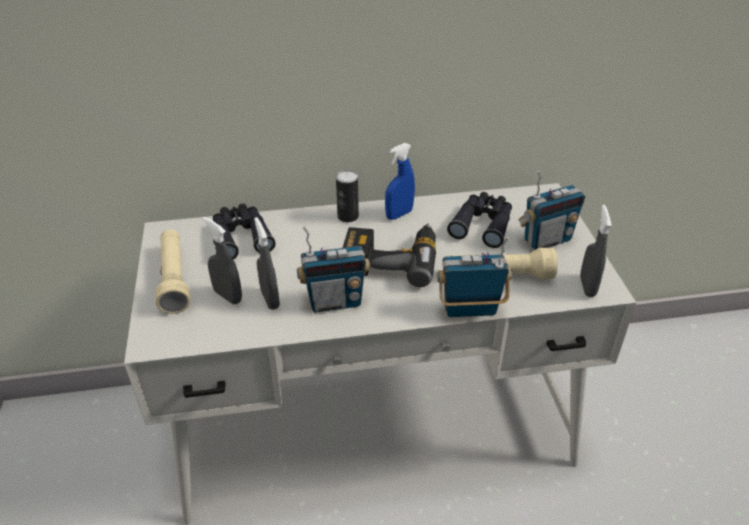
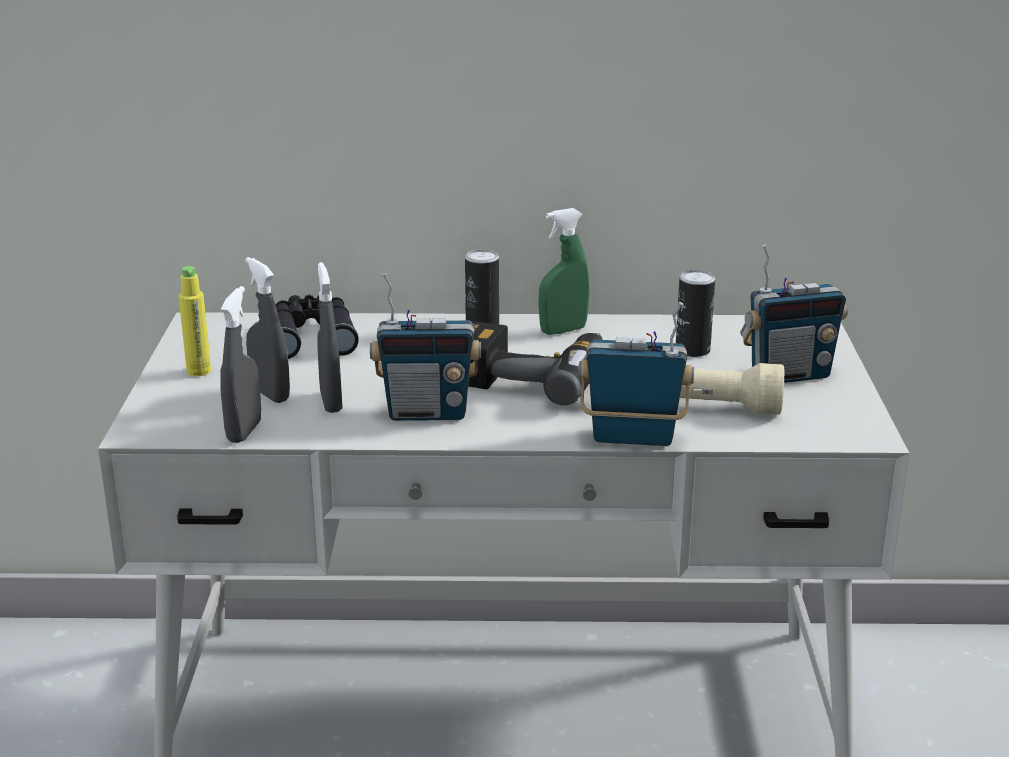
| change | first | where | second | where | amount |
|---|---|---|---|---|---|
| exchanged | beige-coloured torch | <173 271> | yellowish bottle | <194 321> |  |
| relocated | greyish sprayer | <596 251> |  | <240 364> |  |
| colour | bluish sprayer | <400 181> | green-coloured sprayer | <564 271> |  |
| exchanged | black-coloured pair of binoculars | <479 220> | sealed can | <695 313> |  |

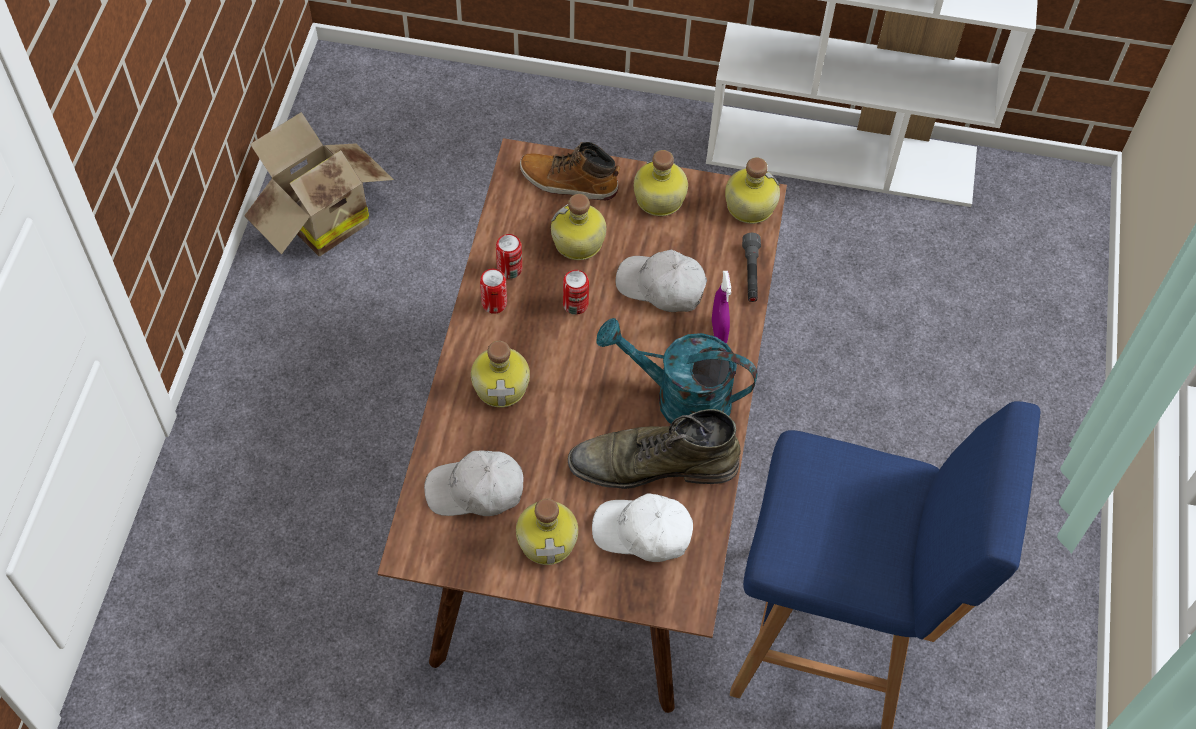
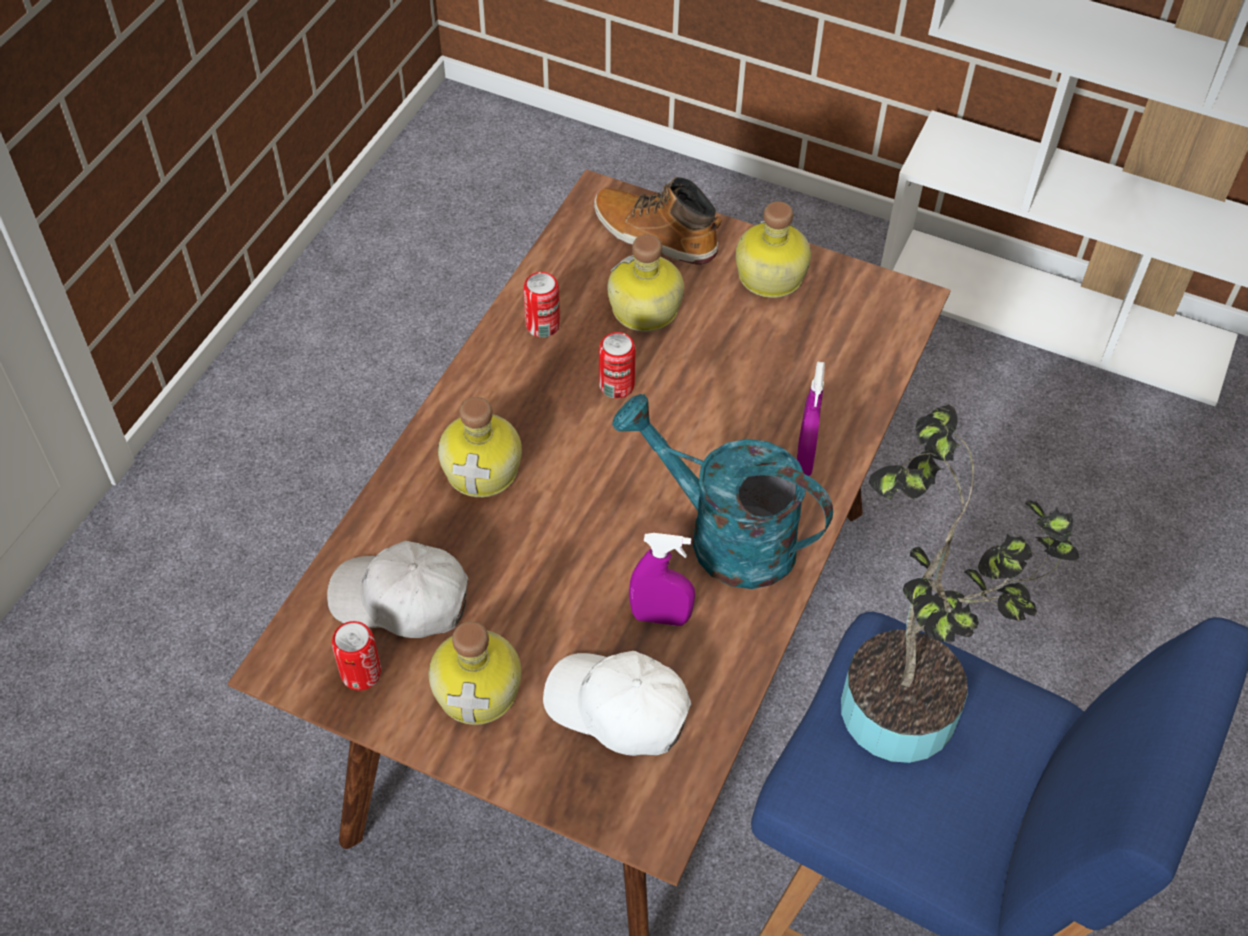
| change | first | where | second | where | amount |
|---|---|---|---|---|---|
| relocated | sealed can | <493 291> |  | <356 655> |  |
| exchanged | green-coloured tall boot | <654 449> | purplish sprayer | <662 579> |  |
| appeared |  |  | plant in a pot | <960 583> |  |
| missing | packing box | <319 184> |  |  |  |
| missing | white-coloured cap | <661 281> |  |  |  |
| missing | bottle | <752 191> |  |  |  |
| missing | greyish torch | <751 267> |  |  |  |

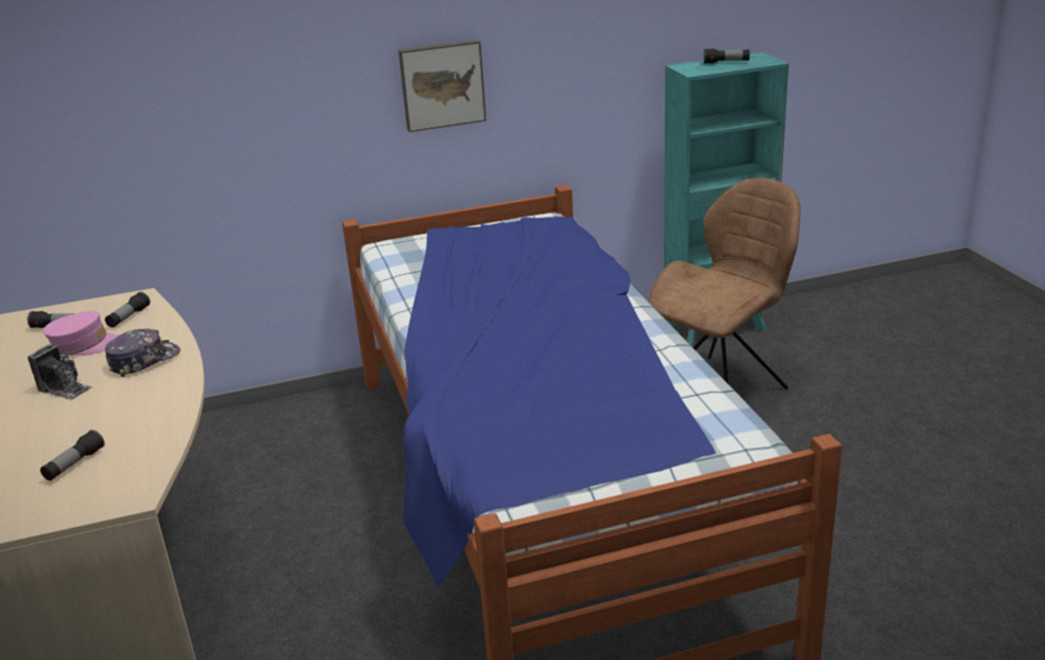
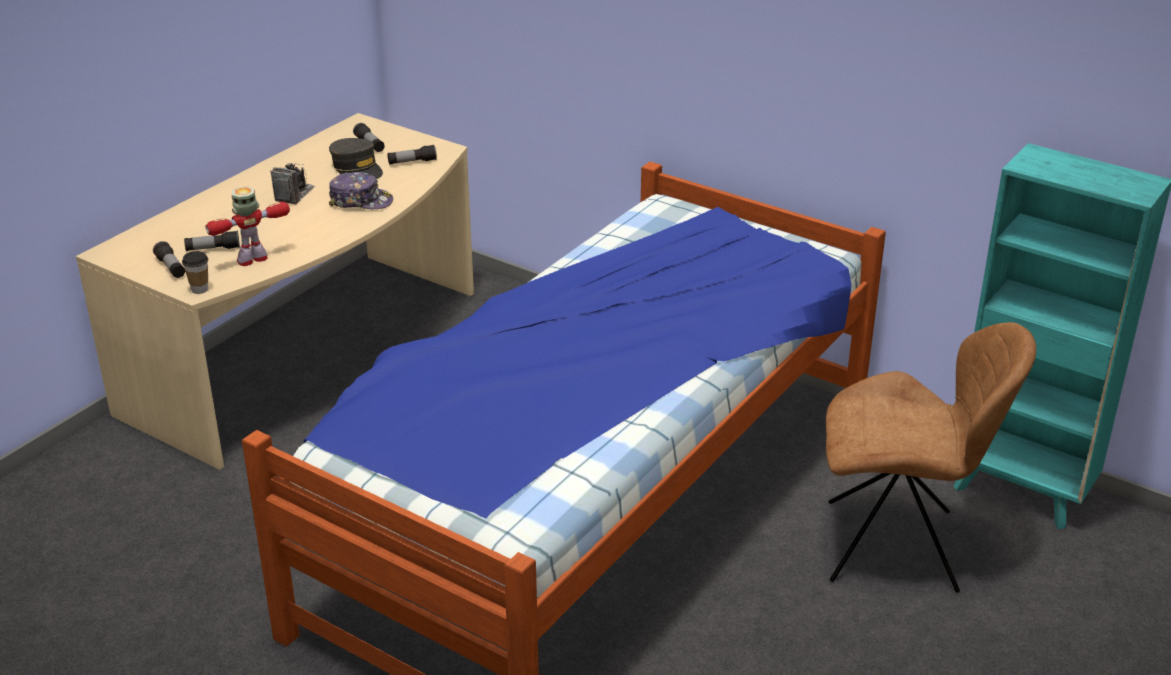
| change | first | where | second | where | amount |
|---|---|---|---|---|---|
| relocated | torch | <727 56> |  | <169 259> |  |
| appeared |  |  | small cup | <195 272> |  |
| appeared |  |  | robot figure | <248 226> |  |
| spun | still camera | <60 372> |  | <292 183> | 150 degrees counterclockwise |
| colour | pink cap | <81 333> | greyish cap | <356 158> |  |
| missing | wall picture | <442 85> |  |  |  |

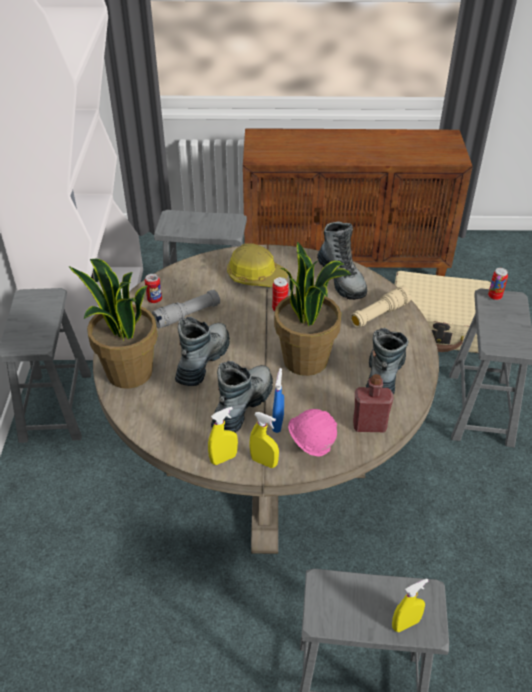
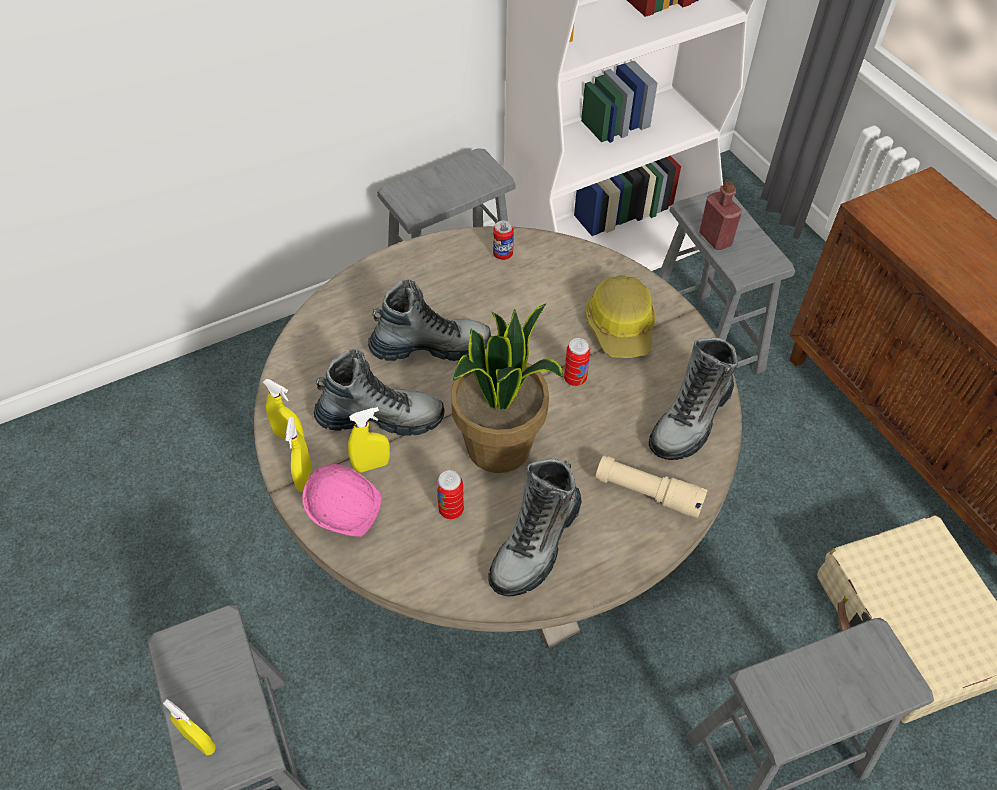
| change | first | where | second | where | amount |
|---|---|---|---|---|---|
| colour | bluish sprayer | <278 400> | yellowish sprayer | <369 440> |  |
| relocated | sealed can | <498 284> |  | <450 495> |  |
| spun | tall boot | <387 361> |  | <535 527> | 135 degrees clockwise |
| relocated | red bottle | <373 403> |  | <720 215> |  |
| missing | plant in a pot | <113 323> |  |  |  |
| missing | greyish torch | <186 309> |  |  |  |

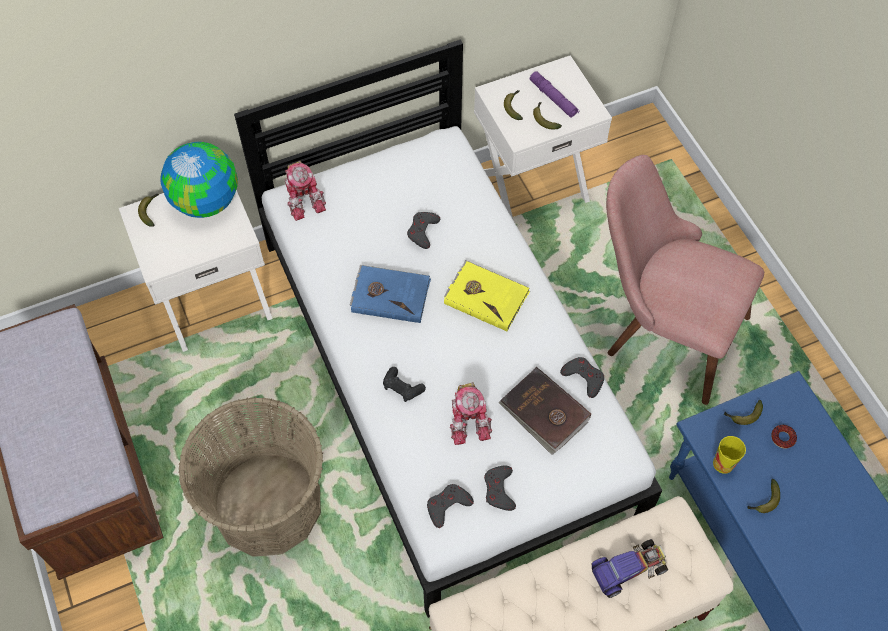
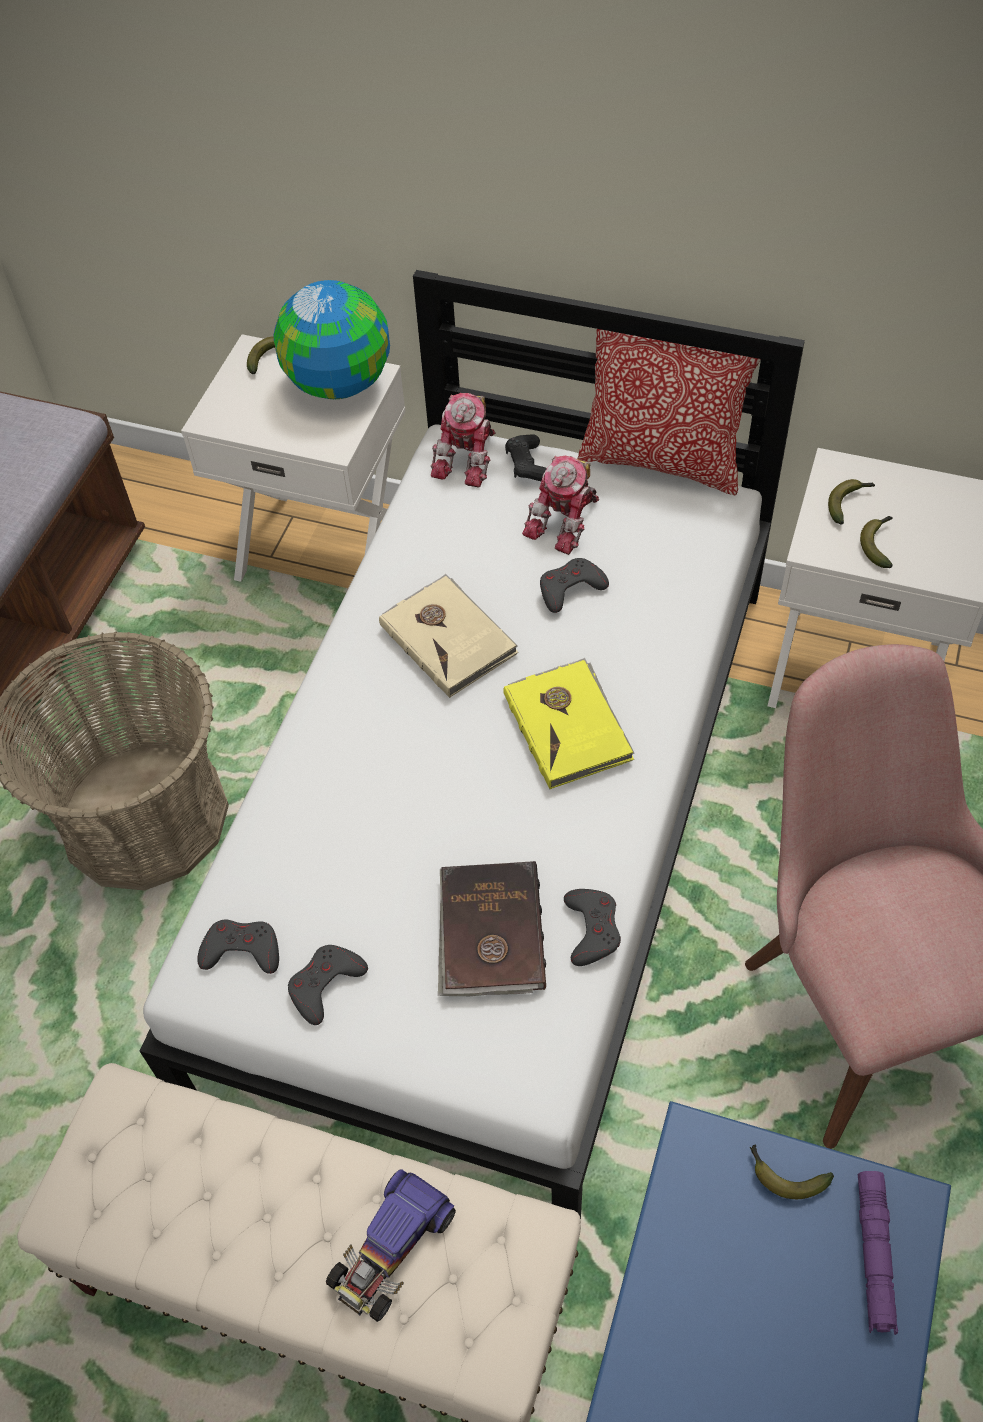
| change | first | where | second | where | amount |
|---|---|---|---|---|---|
| spun | miniature car | <630 568> |  | <391 1245> | 105 degrees clockwise |
| colour | bluish volume | <390 294> | beige-coloured volume | <449 636> |  |
| relocated | black-coloured joypad | <404 384> |  | <526 457> |  |
| relocated | robot figure | <471 413> |  | <560 505> |  |
| appeared |  |  | throw pillow | <669 412> |  |
| relocated | purplish torch | <554 94> |  | <878 1253> |  |
| missing | small cup | <729 455> |  |  |  |
| missing | banana | <763 496> |  |  |  |
| missing | donut | <784 436> |  |  |  |

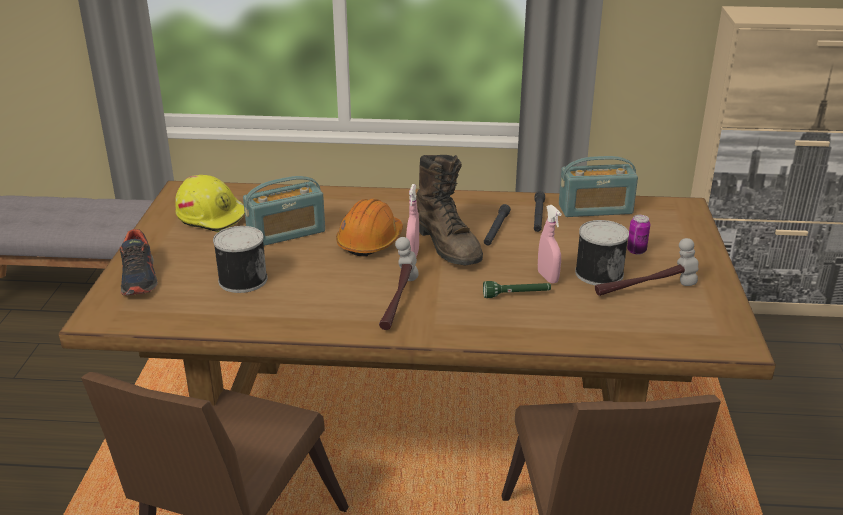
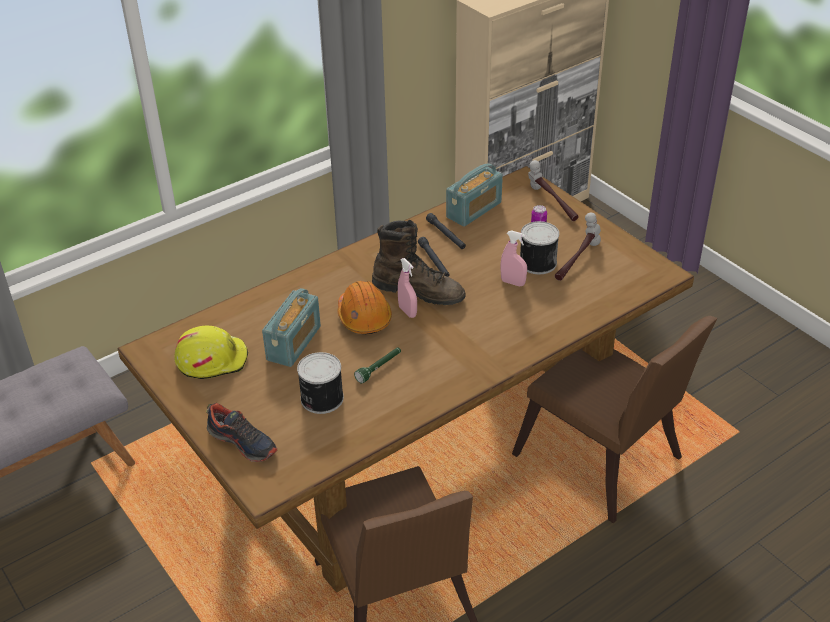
| change | first | where | second | where | amount |
|---|---|---|---|---|---|
| relocated | green-coloured torch | <517 289> |  | <377 365> |  |
| relocated | hammer | <399 283> |  | <553 190> |  |

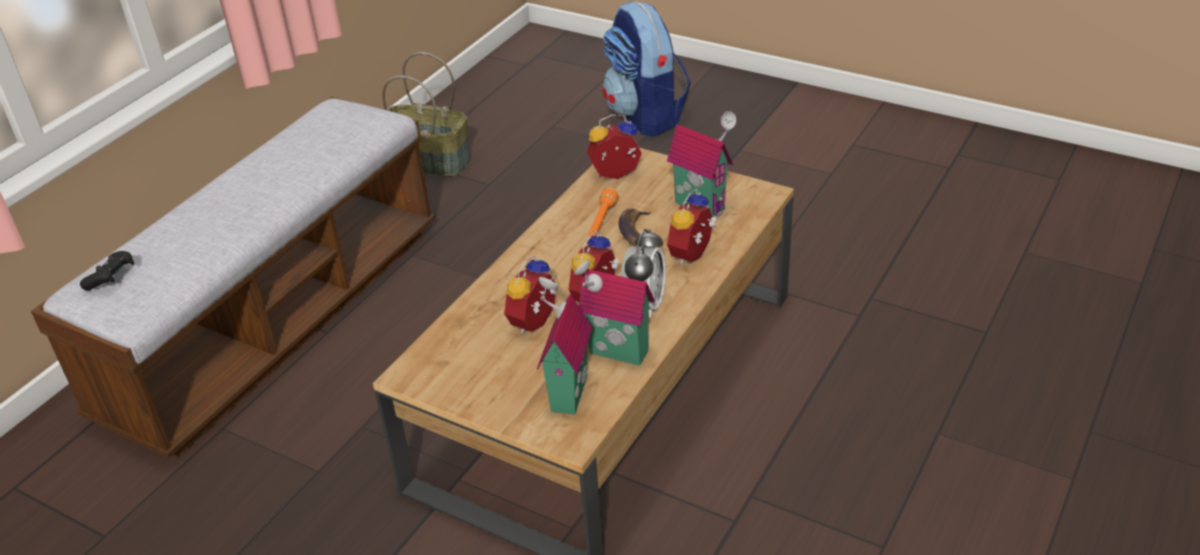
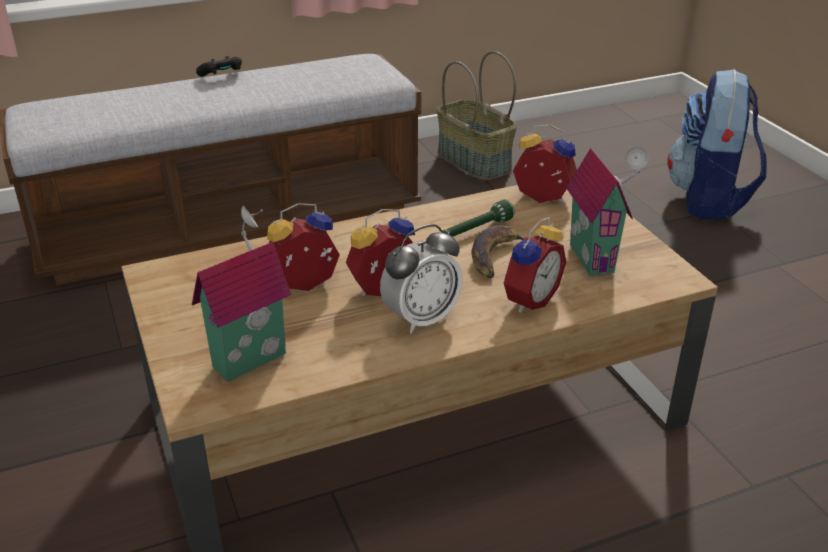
| change | first | where | second | where | amount |
|---|---|---|---|---|---|
| relocated | black-coloured joypad | <107 270> |  | <219 66> |  |
| colour | orange-coloured torch | <603 213> | green-coloured torch | <479 218> |  |
| spun | table clock | <692 227> |  | <534 265> | 150 degrees clockwise |
| missing | toy house | <614 311> |  |  |  |

